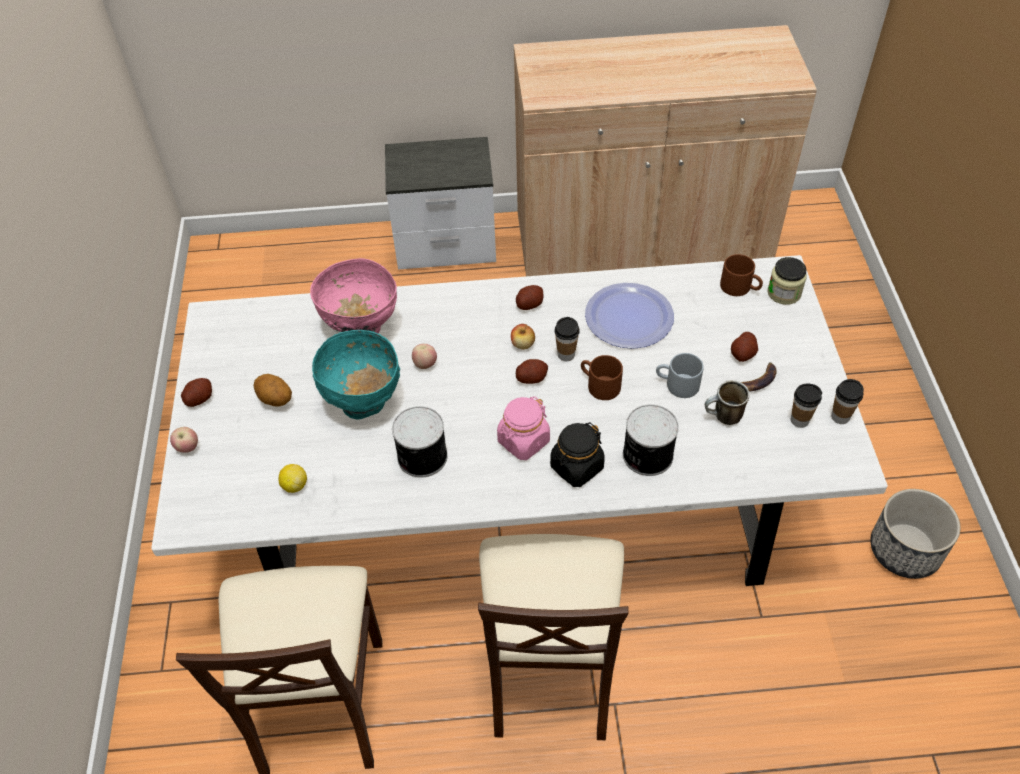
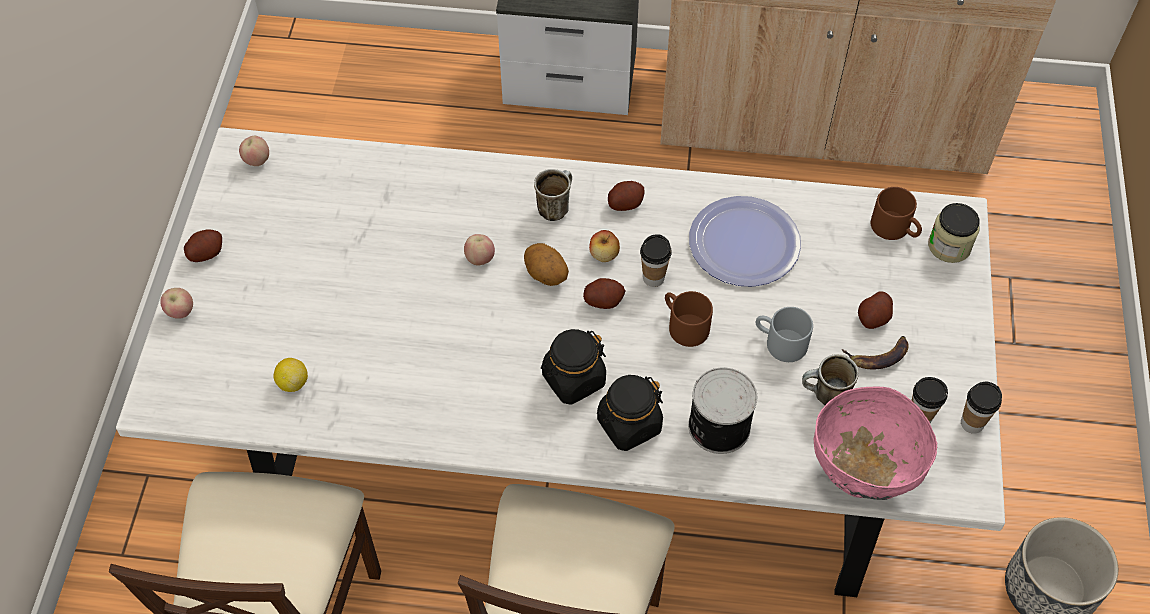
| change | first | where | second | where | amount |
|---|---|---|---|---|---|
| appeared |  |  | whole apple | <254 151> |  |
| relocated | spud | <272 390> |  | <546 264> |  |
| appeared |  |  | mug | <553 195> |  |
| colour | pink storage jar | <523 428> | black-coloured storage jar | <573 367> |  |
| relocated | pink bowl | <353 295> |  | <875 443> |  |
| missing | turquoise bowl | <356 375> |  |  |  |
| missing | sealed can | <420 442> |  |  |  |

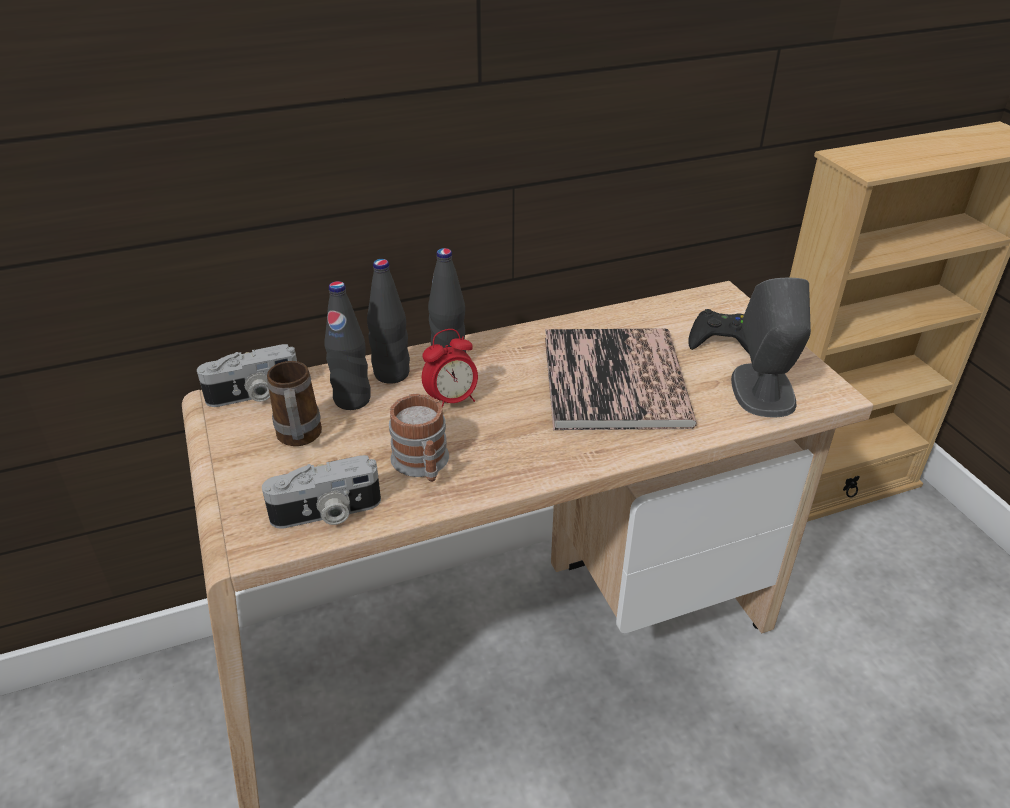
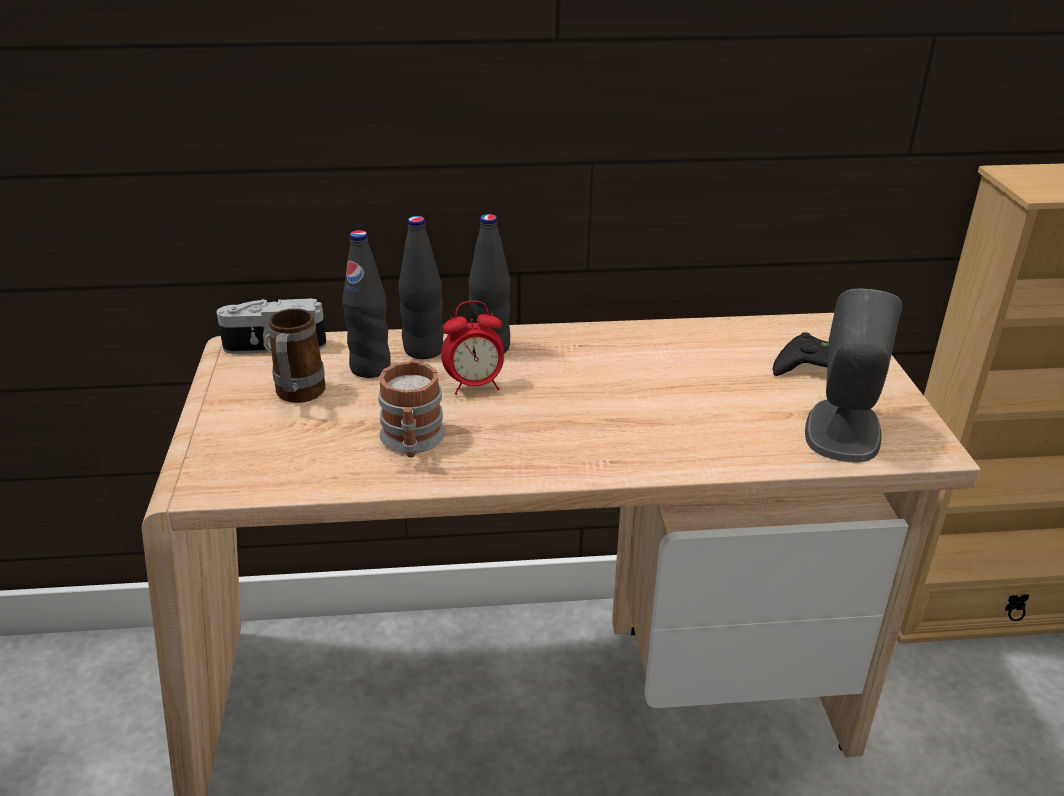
| change | first | where | second | where | amount |
|---|---|---|---|---|---|
| missing | still camera | <321 492> |  |  |  |
| missing | volume | <621 379> |  |  |  |

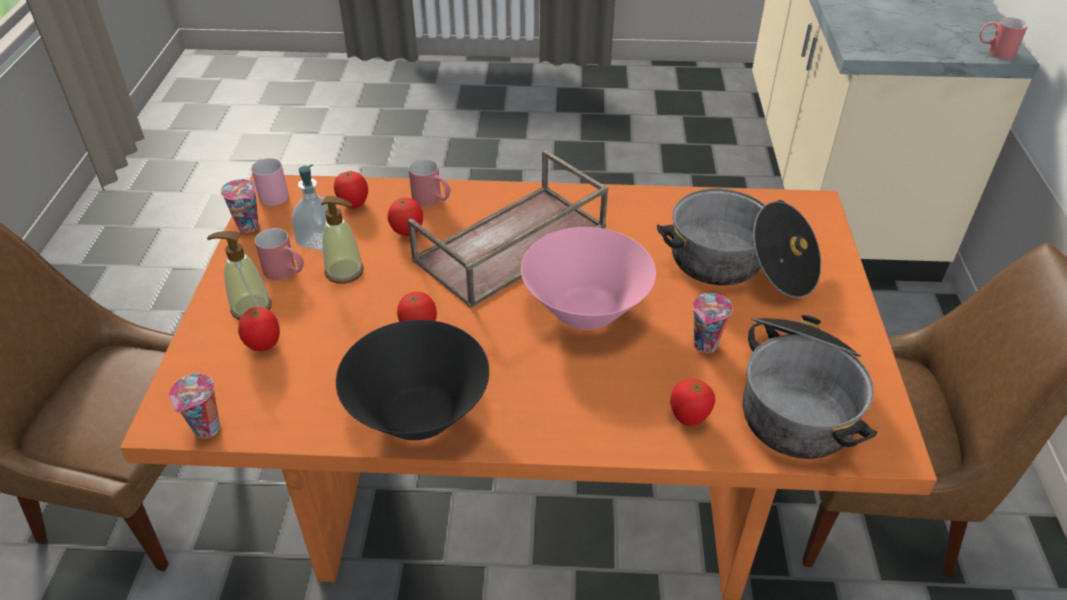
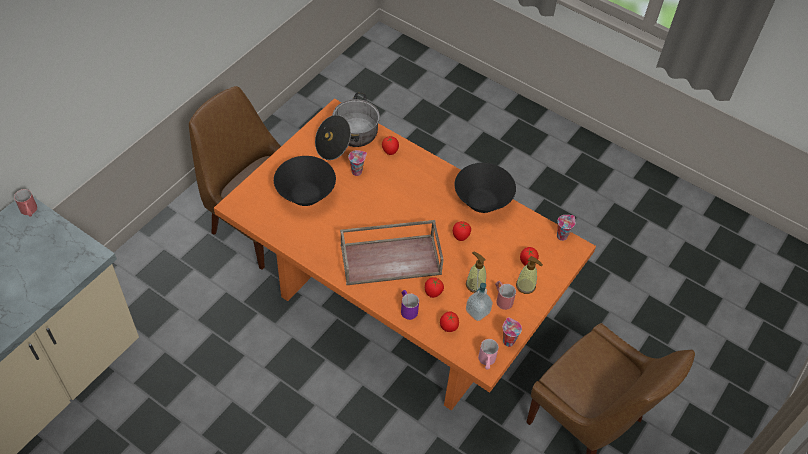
| change | first | where | second | where | amount |
|---|---|---|---|---|---|
| exchanged | cooking pot | <738 243> | black-coloured bowl | <305 181> |  |
| colour | red mug | <429 183> | purplish mug | <410 305> |  |
| missing | pink bowl | <588 278> |  |  |  |

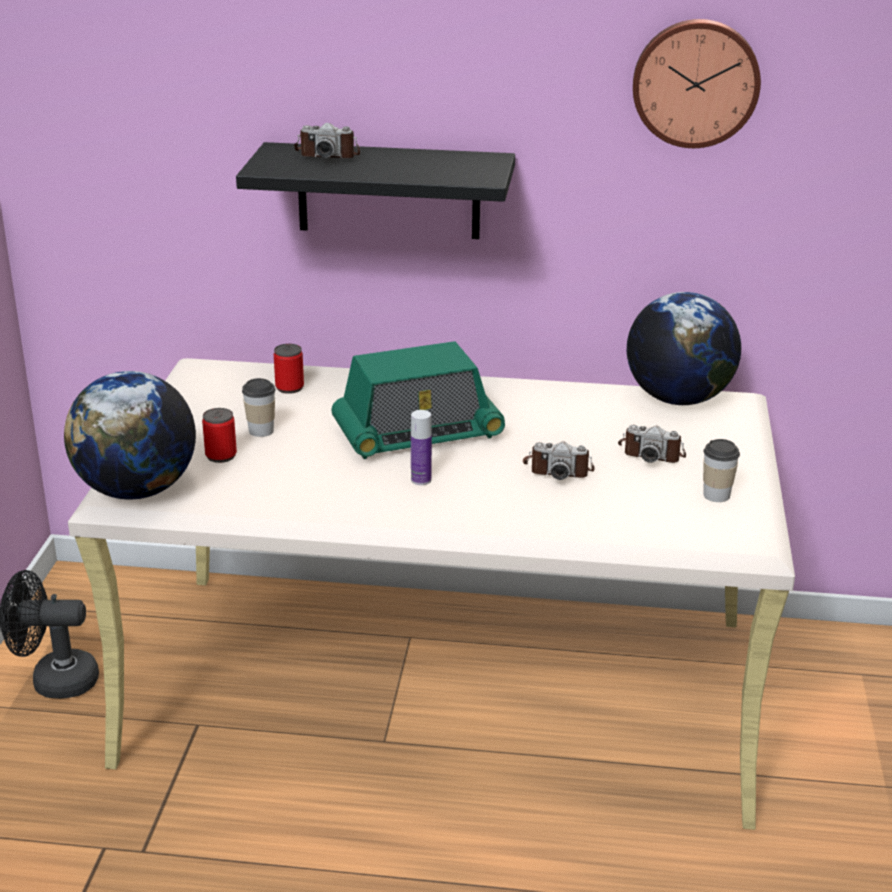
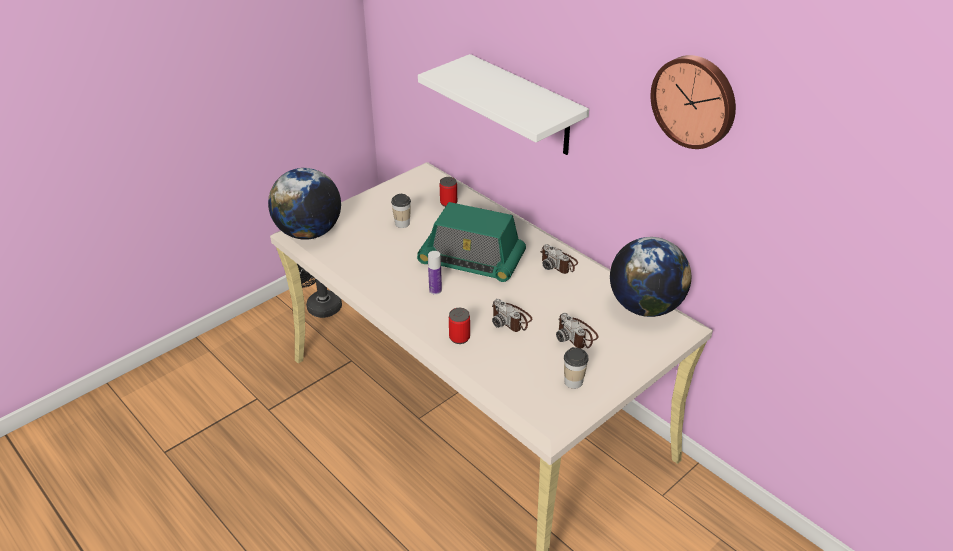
| change | first | where | second | where | amount |
|---|---|---|---|---|---|
| colour | black-coloured wall shelf | <375 190> | white-coloured wall shelf | <503 104> |  |
| relocated | sealed can | <219 435> |  | <459 326> |  |
| relocated | still camera | <327 140> |  | <559 259> |  |

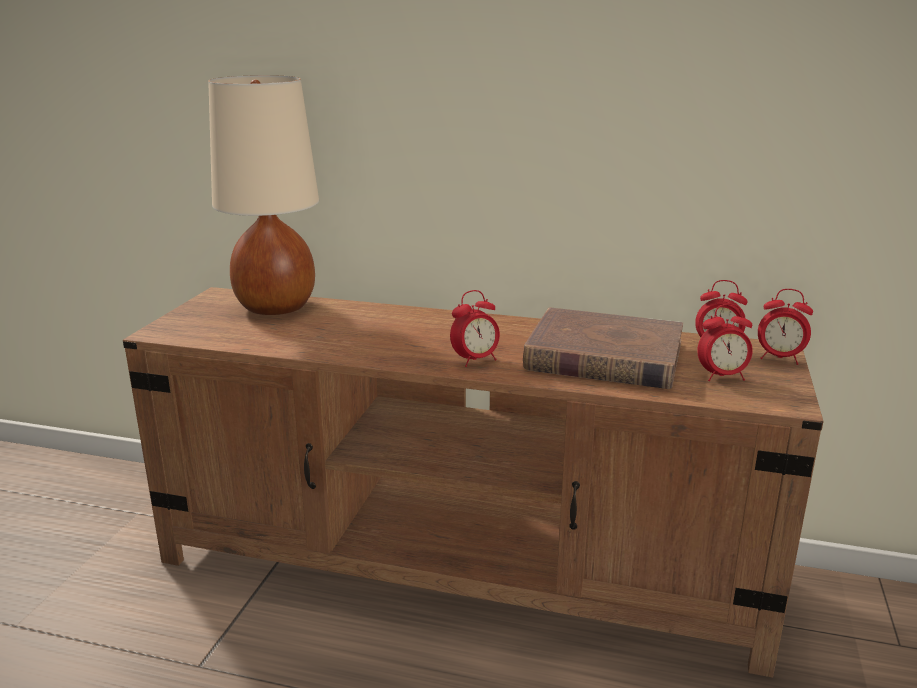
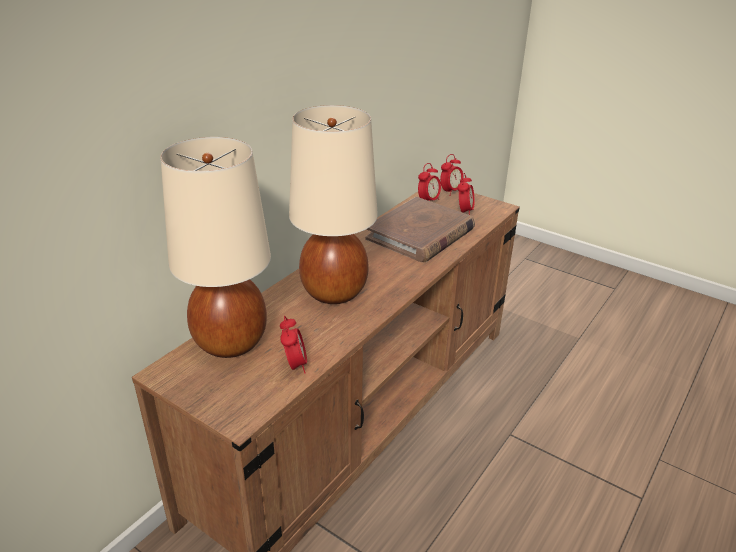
| change | first | where | second | where | amount |
|---|---|---|---|---|---|
| relocated | table clock | <475 328> |  | <293 345> |  |
| appeared |  |  | beige-coloured table lamp | <333 204> |  |

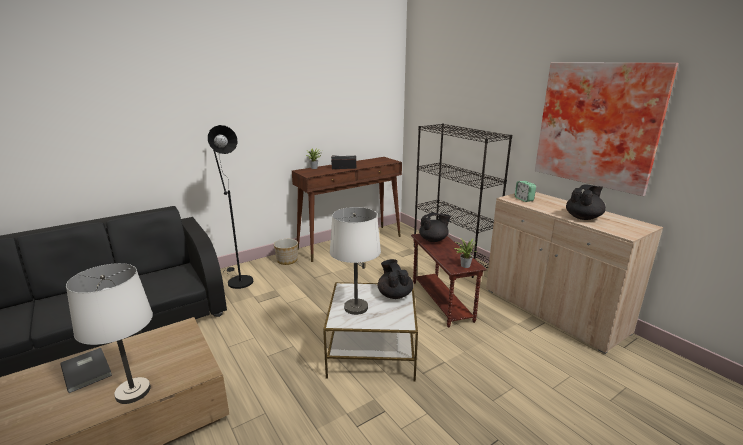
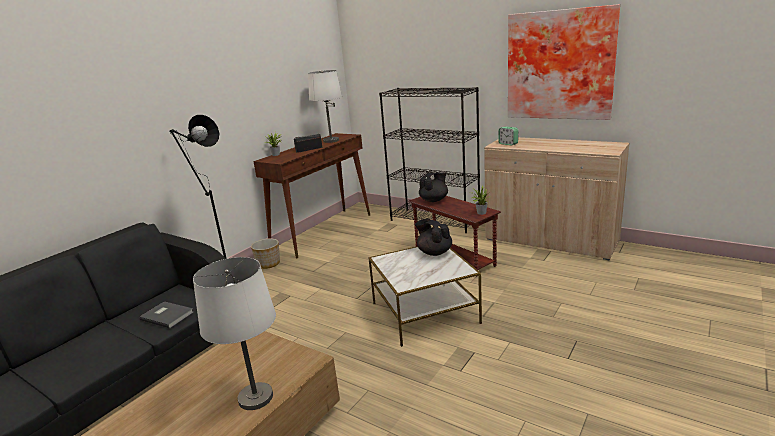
| change | first | where | second | where | amount |
|---|---|---|---|---|---|
| relocated | greyish volume | <86 370> |  | <167 315> |  |
| relocated | white-coloured table lamp | <355 261> |  | <325 106> |  |
| missing | black-coloured tea pot | <586 202> |  |  |  |

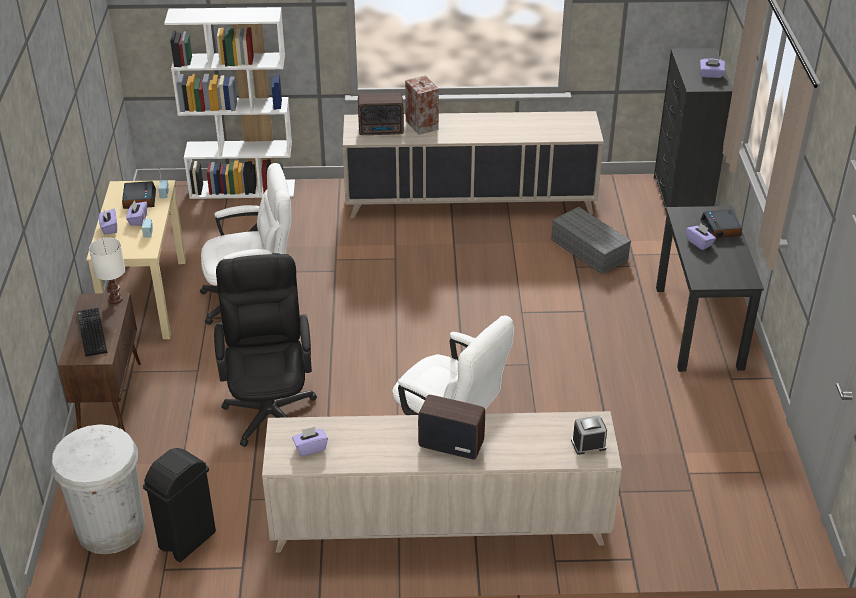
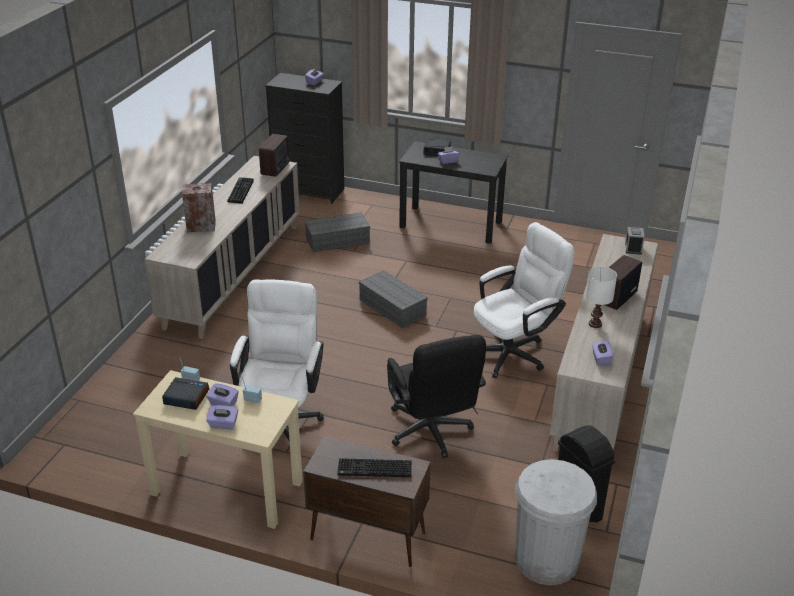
| change | first | where | second | where | amount |
|---|---|---|---|---|---|
| appeared |  |  | computer keyboard | <240 190> |  |
| relocated | radio set | <381 114> |  | <274 155> |  |
| appeared |  |  | greyish storage container | <393 299> |  |
| spun | black-coloured office chair | <265 350> |  | <436 396> | 120 degrees counterclockwise |
| relocated | white-coloured table lamp | <107 270> |  | <601 297> |  |
| missing | white-coloured shelving unit | <229 103> |  |  |  |

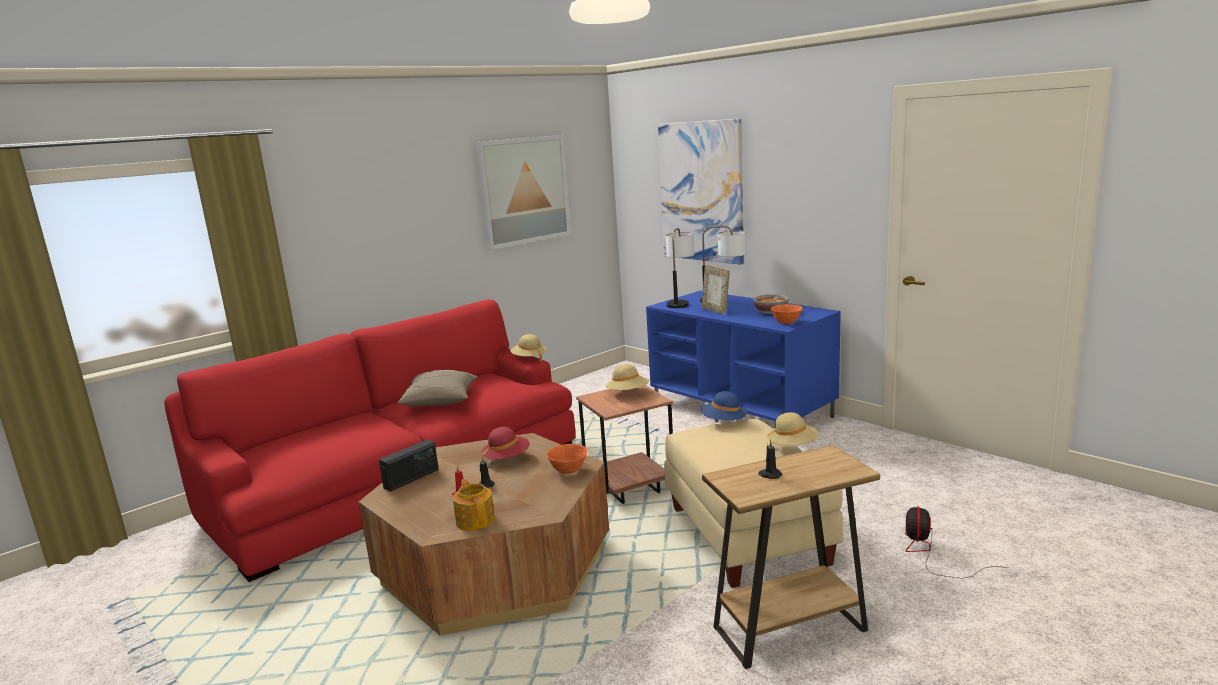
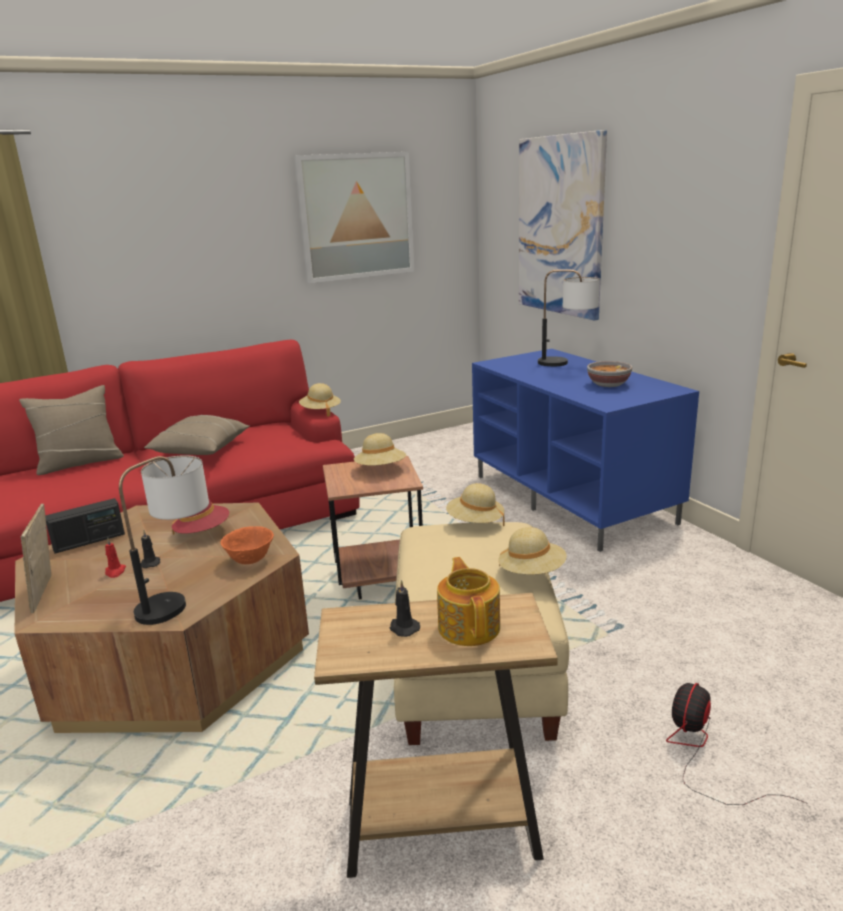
| change | first | where | second | where | amount |
|---|---|---|---|---|---|
| appeared |  |  | beige-coloured throw pillow | <71 430> |  |
| relocated | standing frame | <716 290> |  | <36 558> |  |
| relocated | table lamp | <680 268> |  | <164 540> |  |
| relocated | tea pot | <474 505> |  | <468 601> |  |
| colour | bluish wearable hat | <724 405> | beige-coloured wearable hat | <475 504> |  |
| missing | orange-coloured bowl | <787 314> |  |  |  |

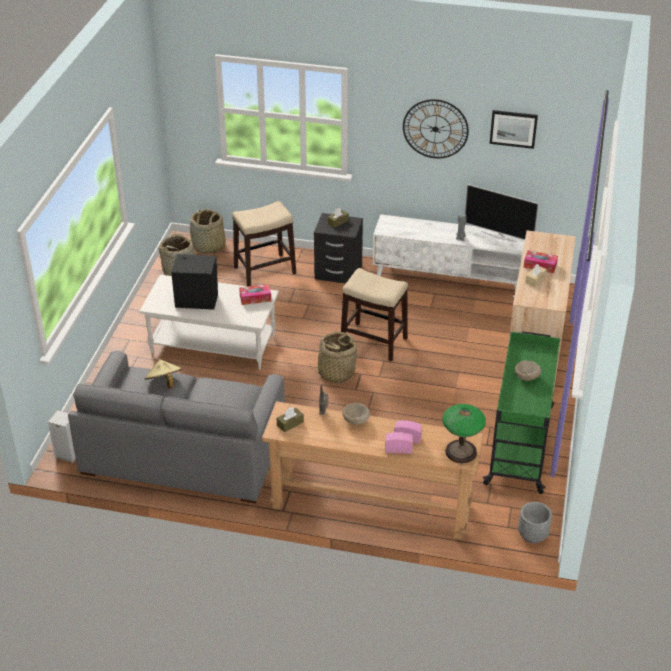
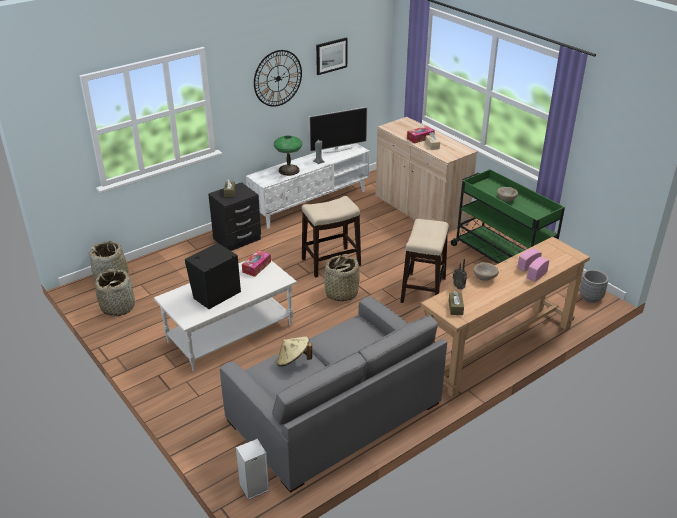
| change | first | where | second | where | amount |
|---|---|---|---|---|---|
| relocated | table lamp | <464 433> |  | <288 156> |  |
| relocated | stool | <264 243> |  | <424 261> |  |

